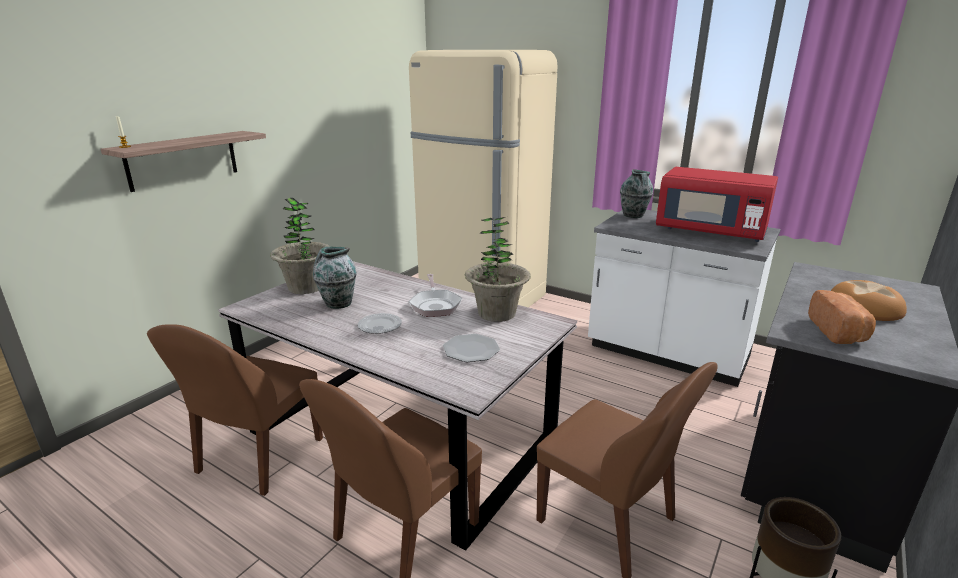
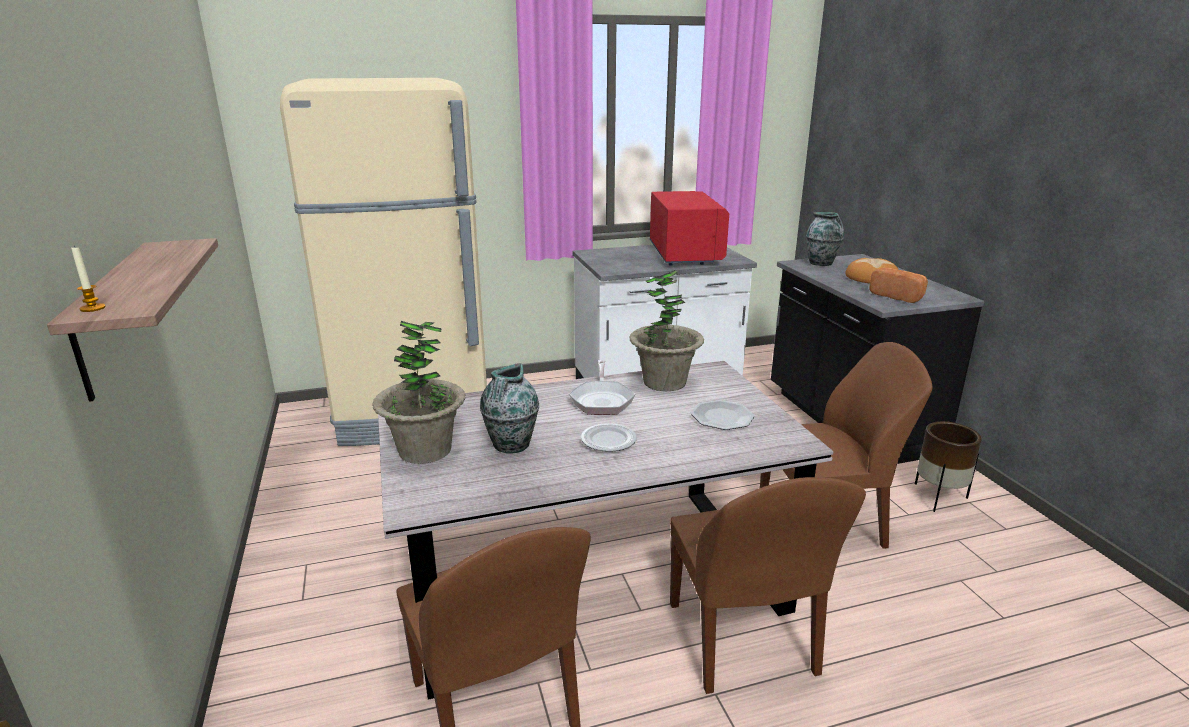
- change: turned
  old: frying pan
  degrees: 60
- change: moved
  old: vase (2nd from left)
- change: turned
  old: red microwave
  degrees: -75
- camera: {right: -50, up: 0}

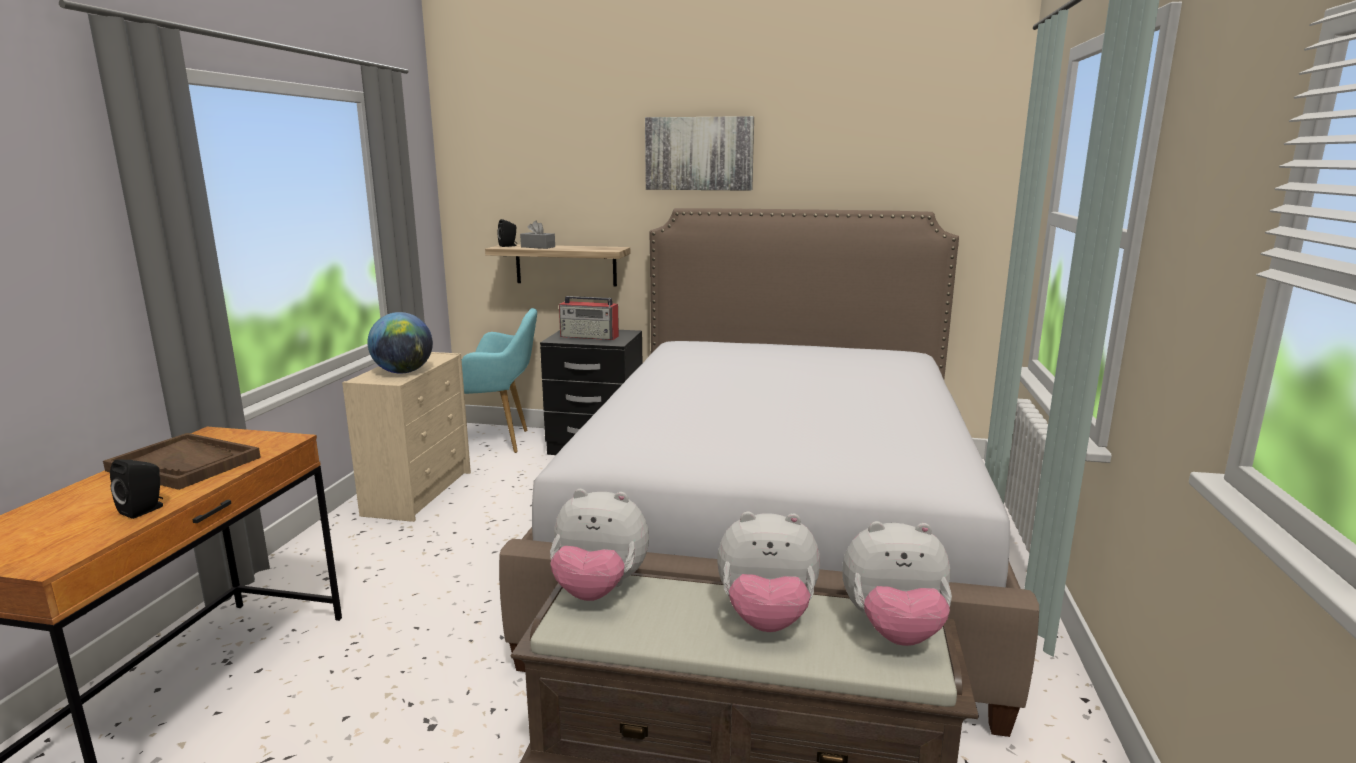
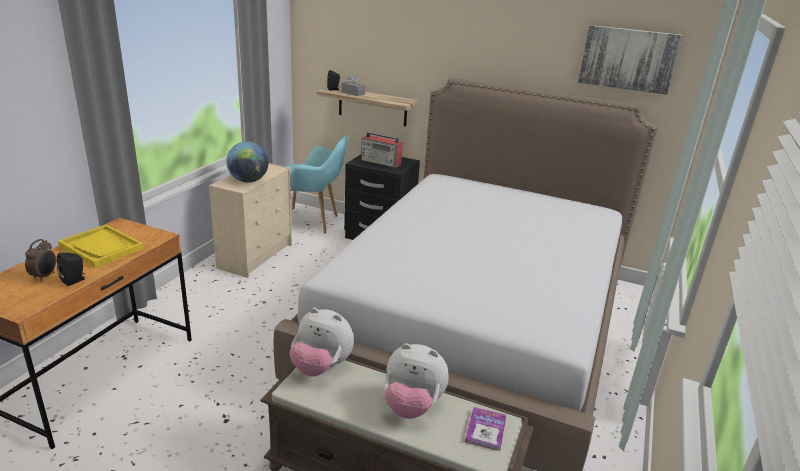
- change: recoloured
  old: brown tray
  new: yellow tray
- change: moved
  old: picture
- change: replaced
  old: plush toy (3rd from left)
  new: book
- change: added
  new: alarm clock
- camera: {right: 10, up: 10}

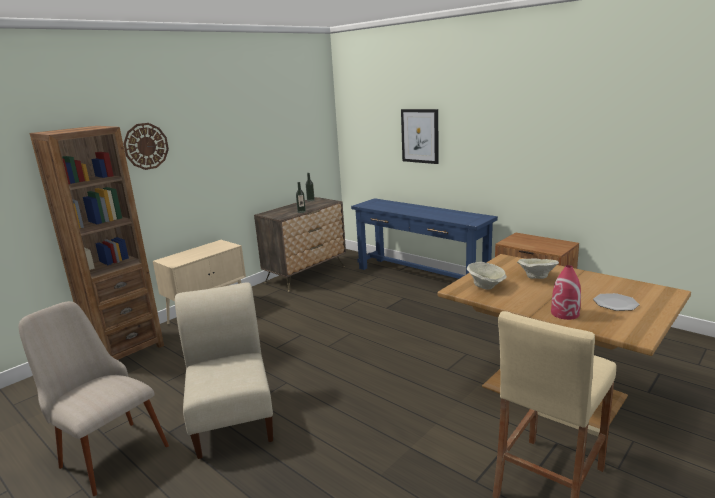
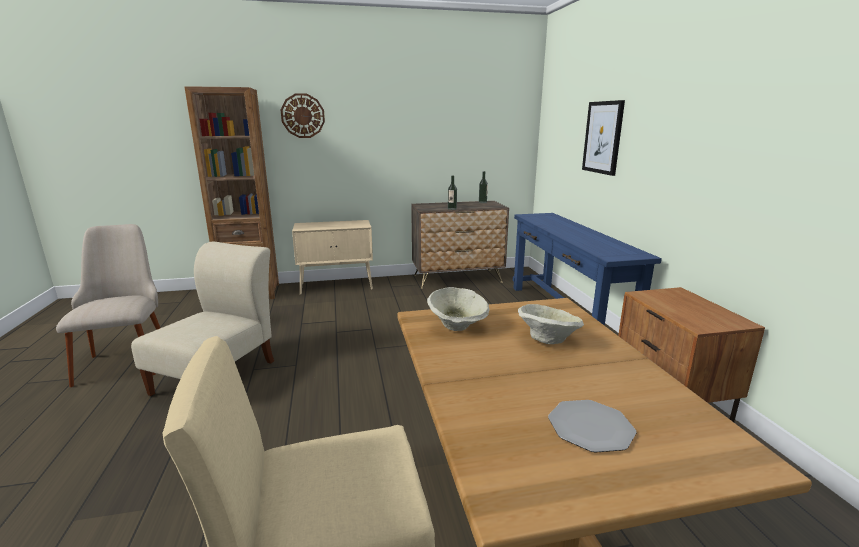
- change: removed
  old: red vase
- camera: {right: 35, up: 0}

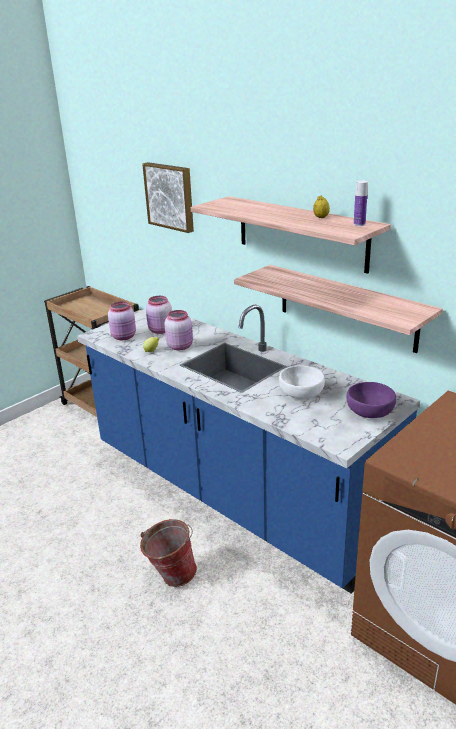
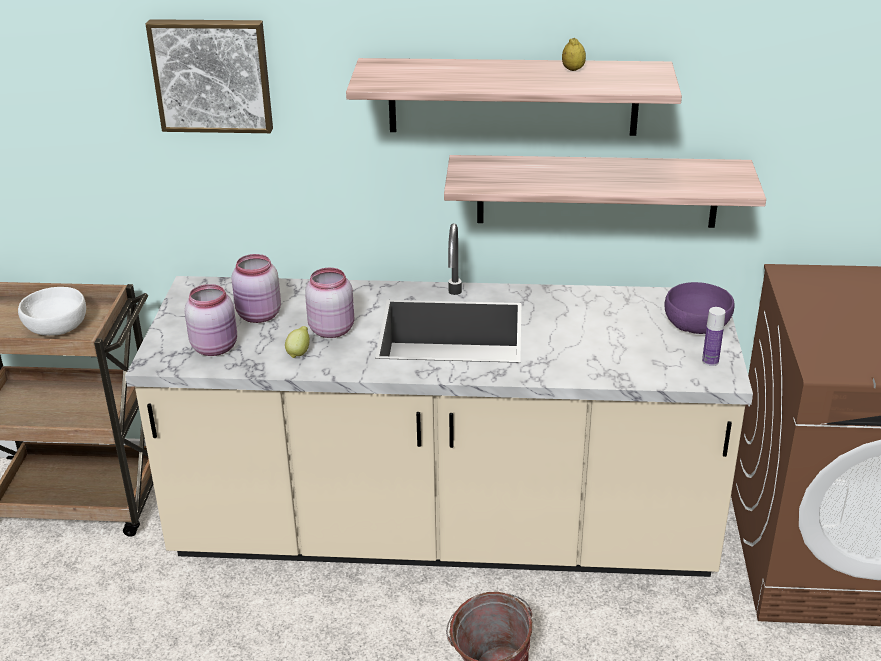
- change: recoloured
  old: blue counter
  new: beige counter
- change: moved
  old: white bowl
- change: moved
  old: bottle
- camera: {right: -40, up: 5}

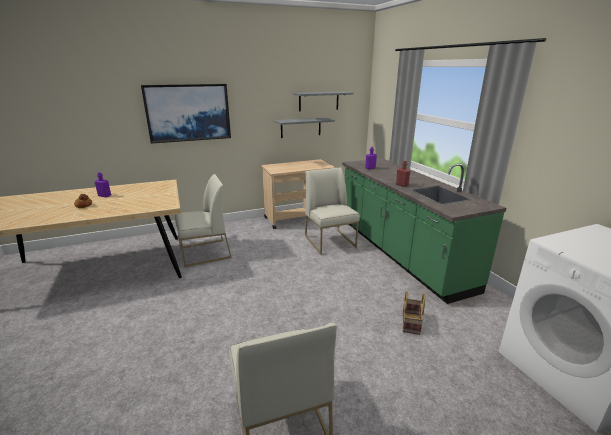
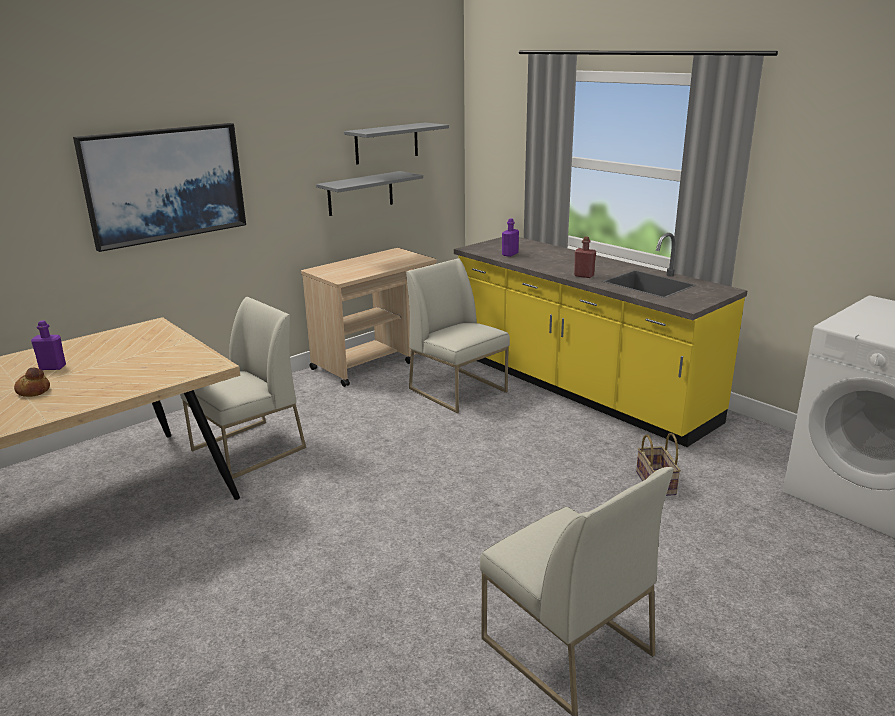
- change: recoloured
  old: green counter
  new: yellow counter
- camera: {right: -20, up: 0}

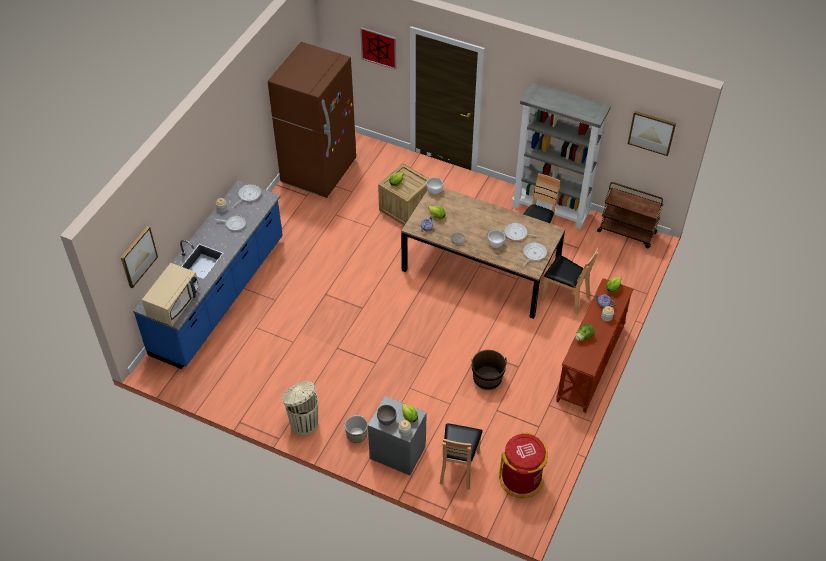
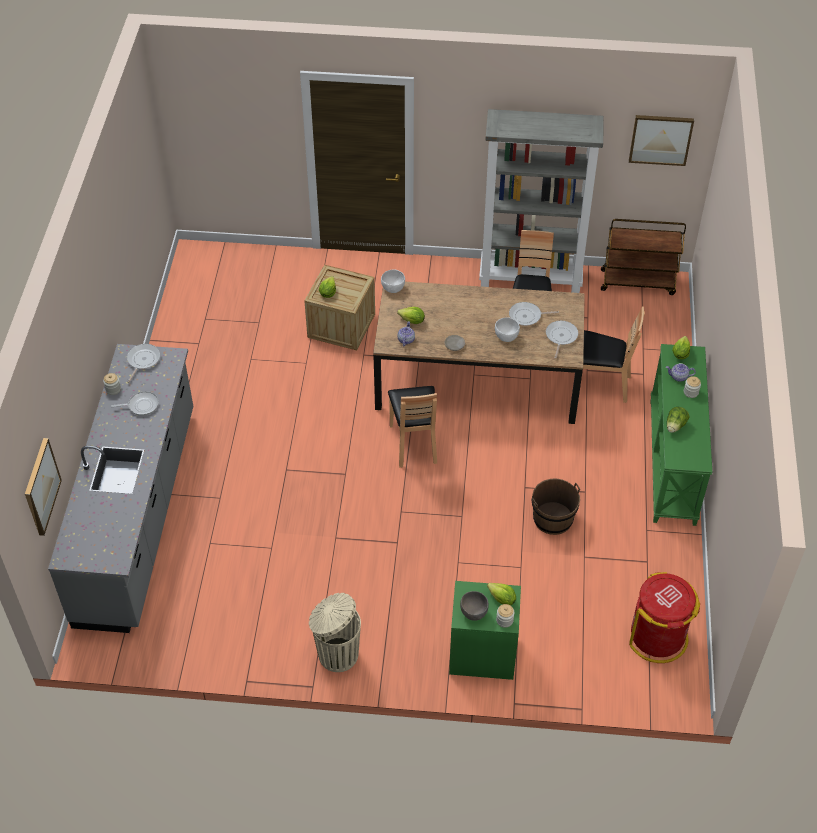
- change: recoloured
  old: blue counter
  new: grey counter
- change: removed
  old: beige microwave
- change: removed
  old: brown fridge
- change: removed
  old: planter
- change: removed
  old: picture (2nd from left)
- change: recoloured
  old: grey nightstand
  new: green nightstand
- change: moved
  old: brown chair (1st from left)
- change: recoloured
  old: brown console table
  new: green console table
- camera: {right: -20, up: 0}

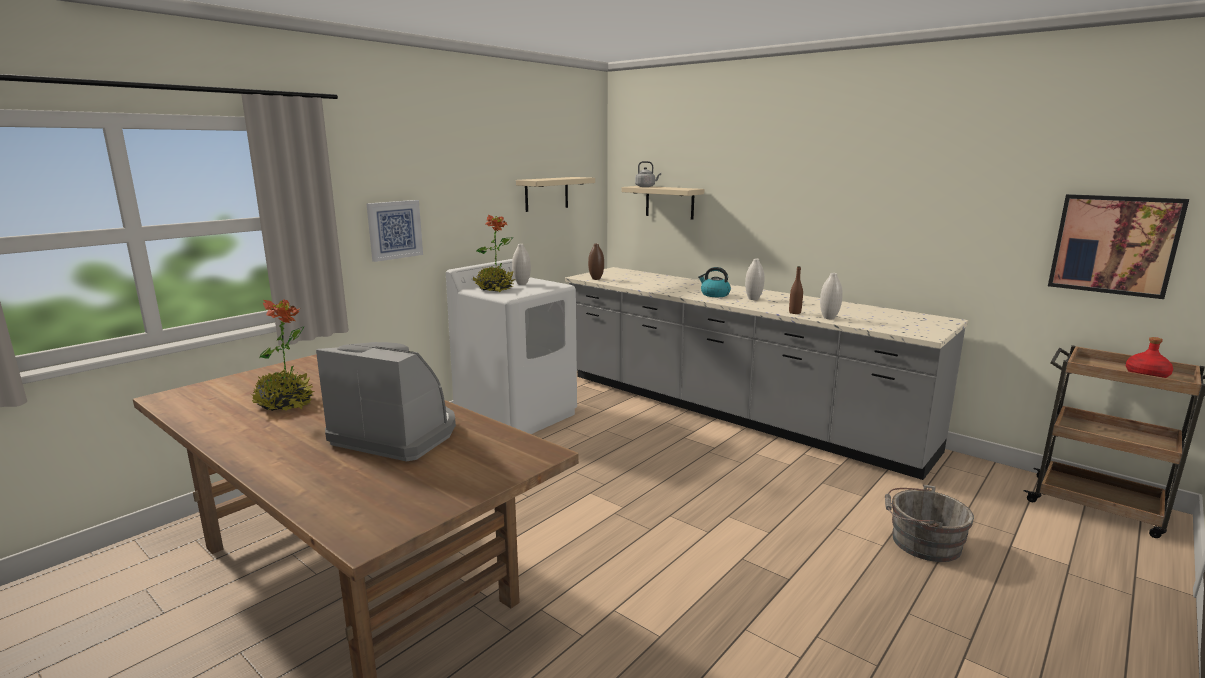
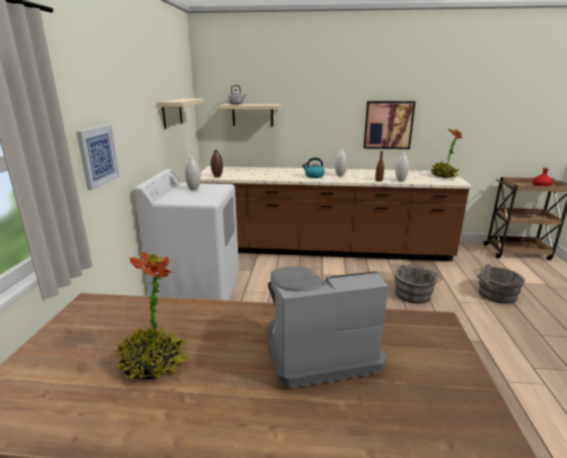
- change: moved
  old: potted plant (2nd from left)
- change: recoloured
  old: grey counter
  new: brown counter
- change: moved
  old: picture (2nd from left)
- change: added
  new: grey bucket (1st from left)
- camera: {right: -35, up: 5}

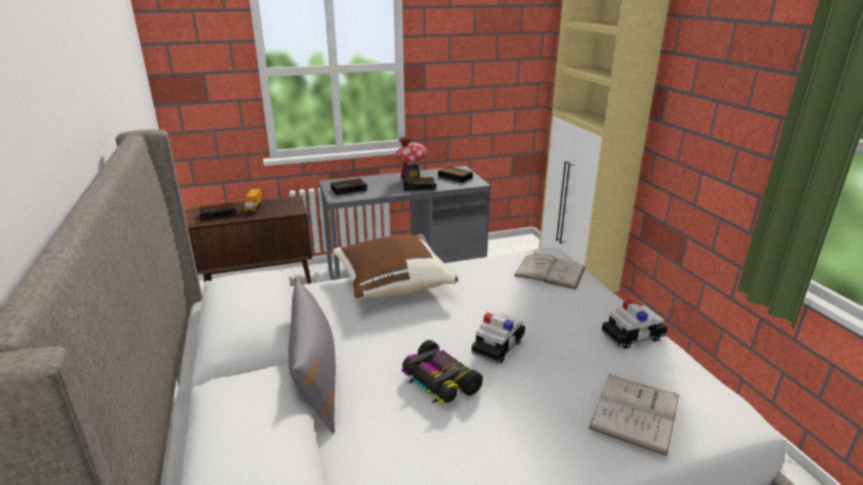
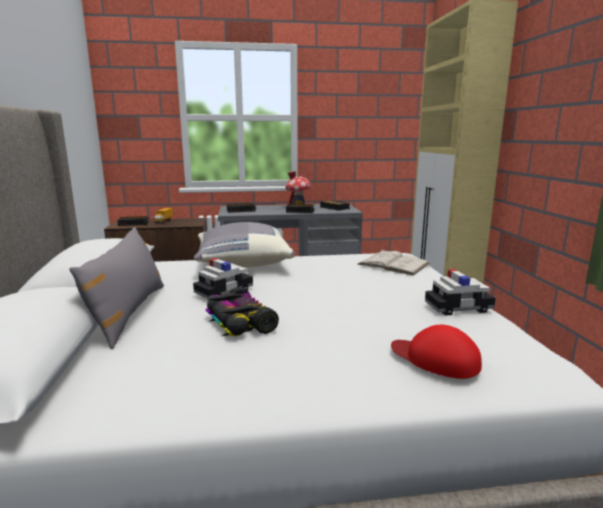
- change: recoloured
  old: brown pillow
  new: grey pillow (2nd from left)
- change: moved
  old: toy car (2nd from left in the first image)
  new: toy car (1st from left)
- change: replaced
  old: white book (2nd from left)
  new: red cap
- camera: {right: 10, up: -10}

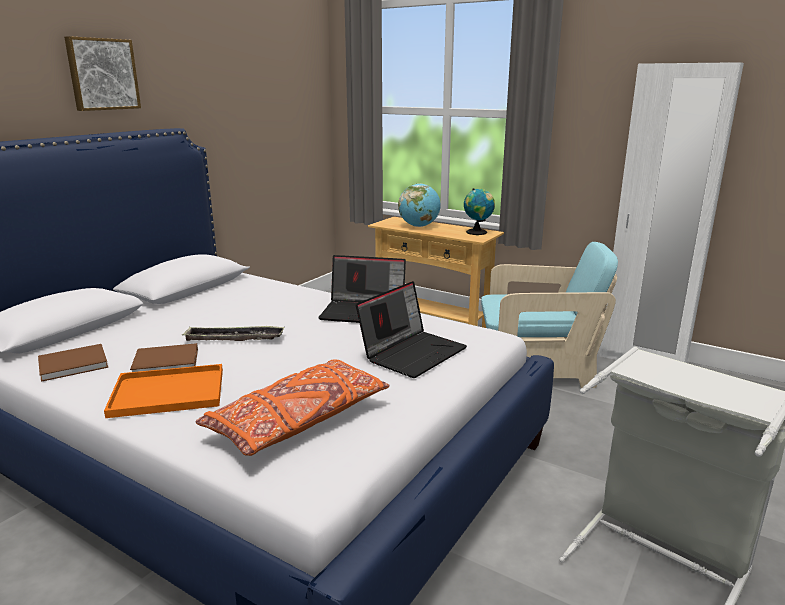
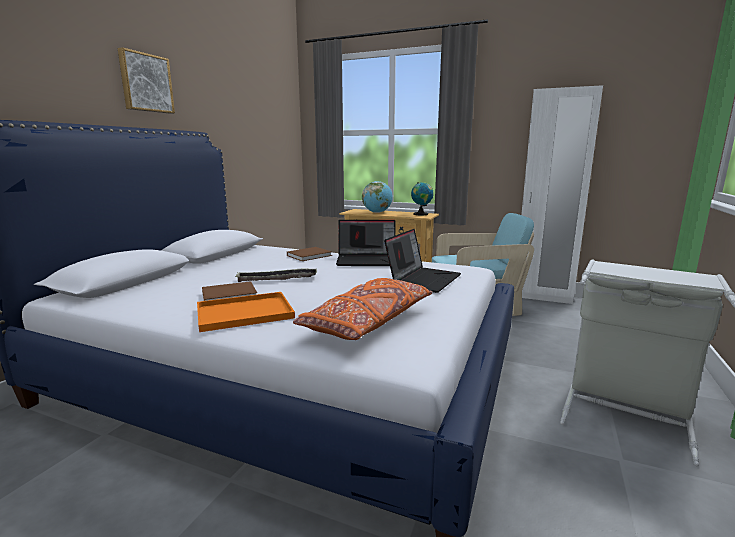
- change: moved
  old: brown book (1st from left in the first image)
  new: brown book (2nd from left)
- camera: {right: -10, up: -5}

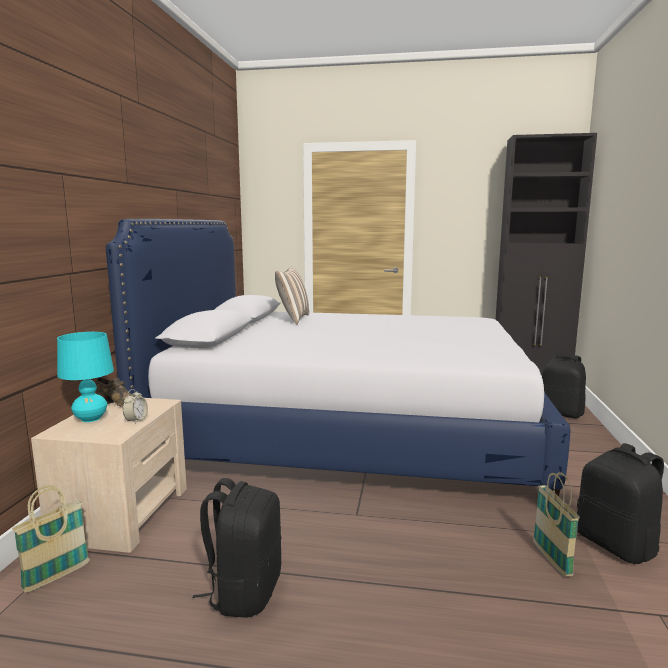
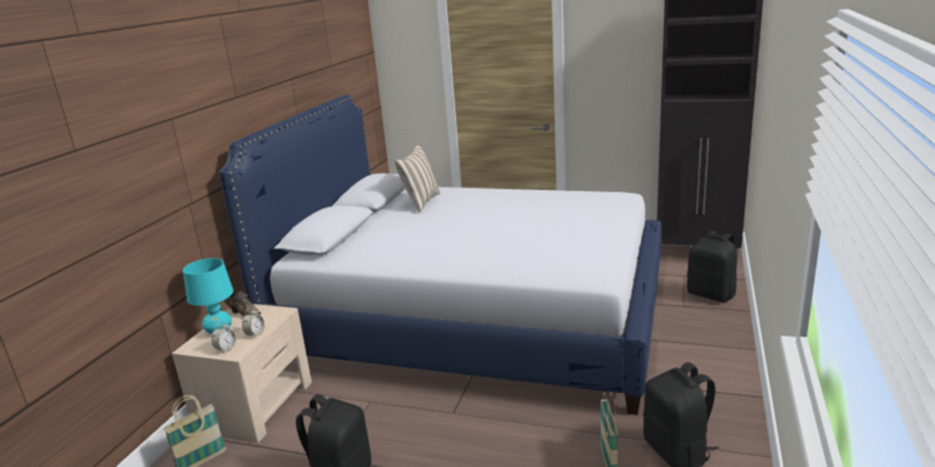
- change: added
  new: alarm clock (1st from left)
- camera: {right: 10, up: 10}

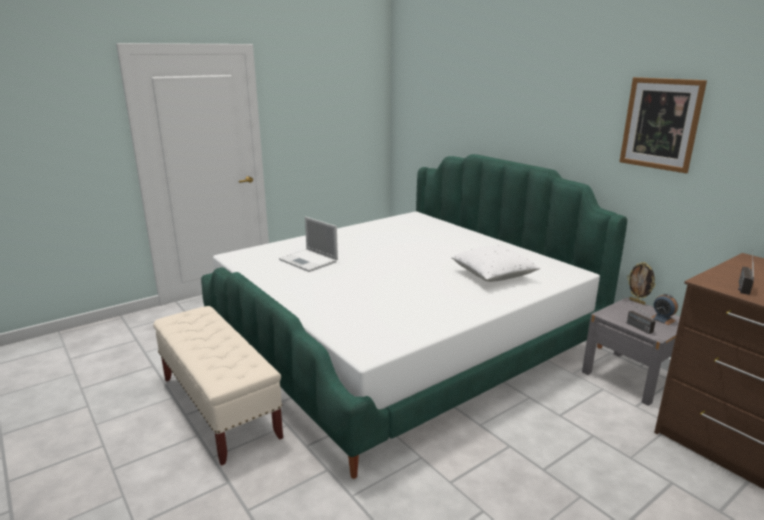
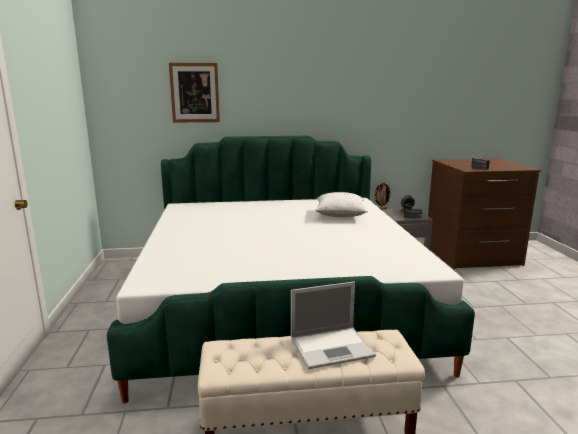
- change: moved
  old: laptop
- change: moved
  old: picture
- camera: {right: -60, up: -5}

